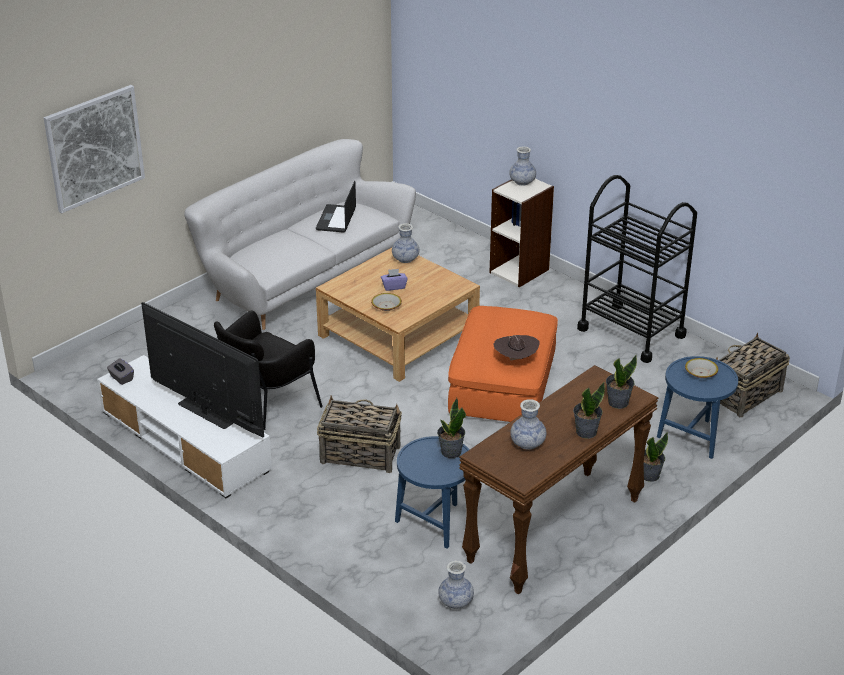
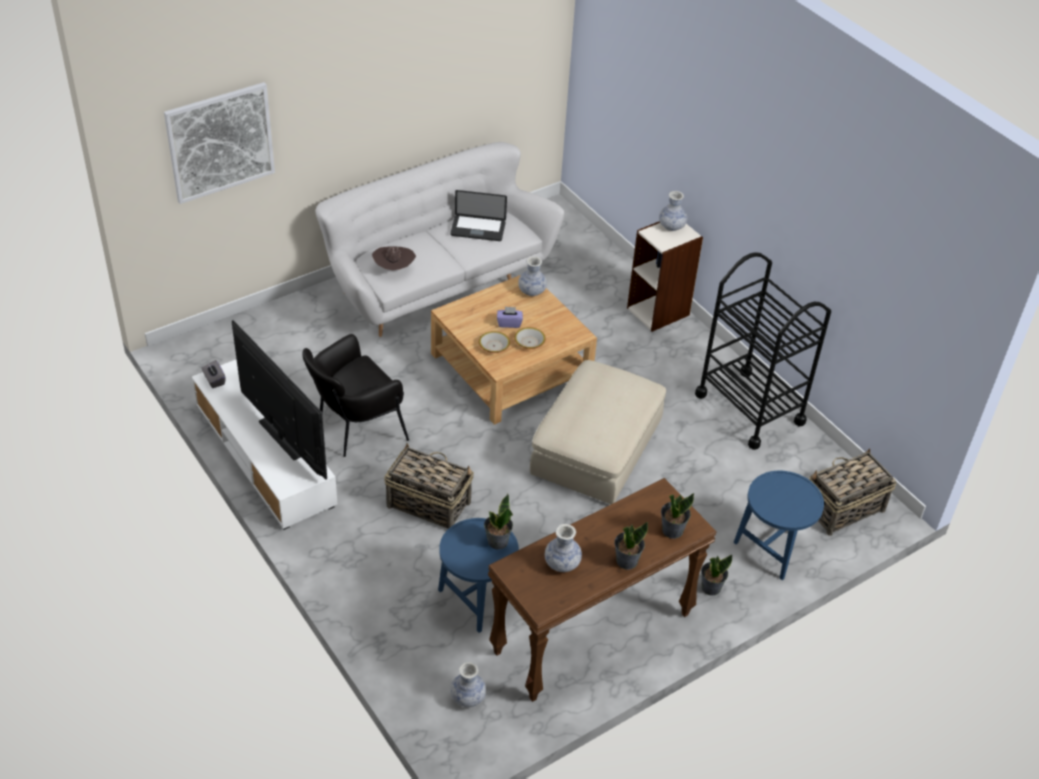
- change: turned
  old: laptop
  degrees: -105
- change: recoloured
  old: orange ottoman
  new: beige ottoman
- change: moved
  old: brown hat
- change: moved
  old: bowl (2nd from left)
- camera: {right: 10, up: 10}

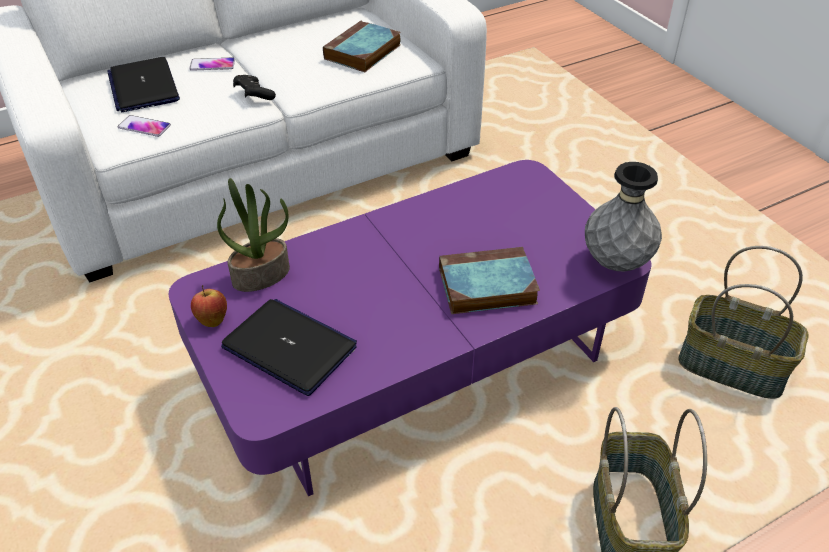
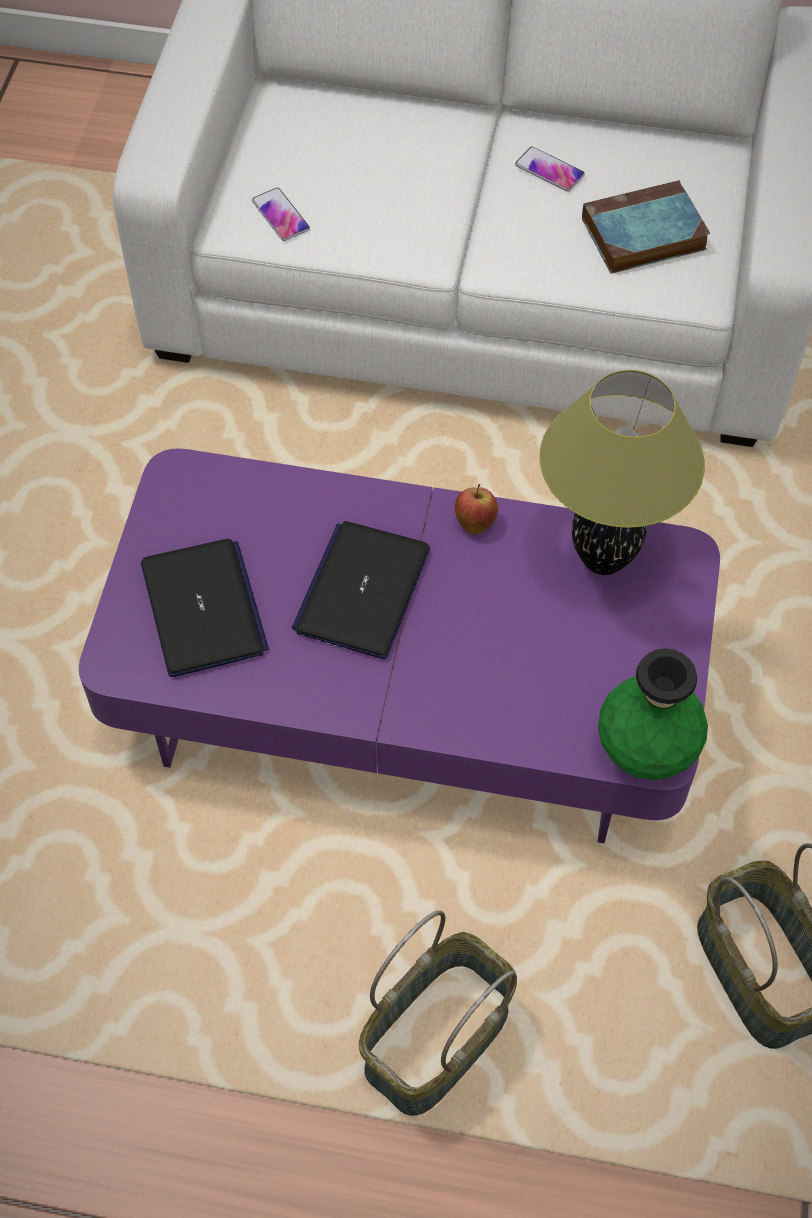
- change: moved
  old: laptop (1st from left in the first image)
  new: laptop (2nd from left)
- change: moved
  old: phone (2nd from left)
- change: moved
  old: apple
- change: removed
  old: potted plant
- change: removed
  old: black game controller
- change: removed
  old: book (2nd from left)
- change: recoloured
  old: grey vase
  new: green vase
- change: added
  new: table lamp
- camera: {right: 40, up: 15}

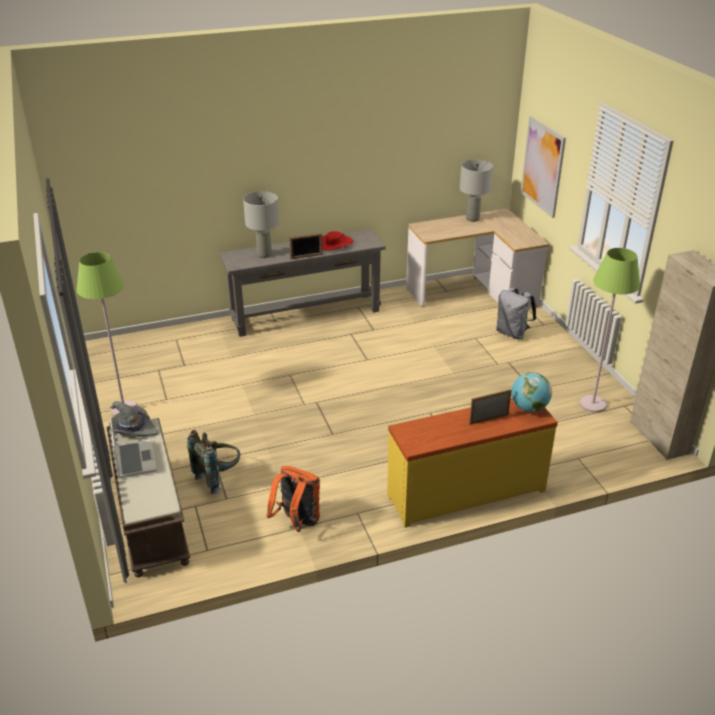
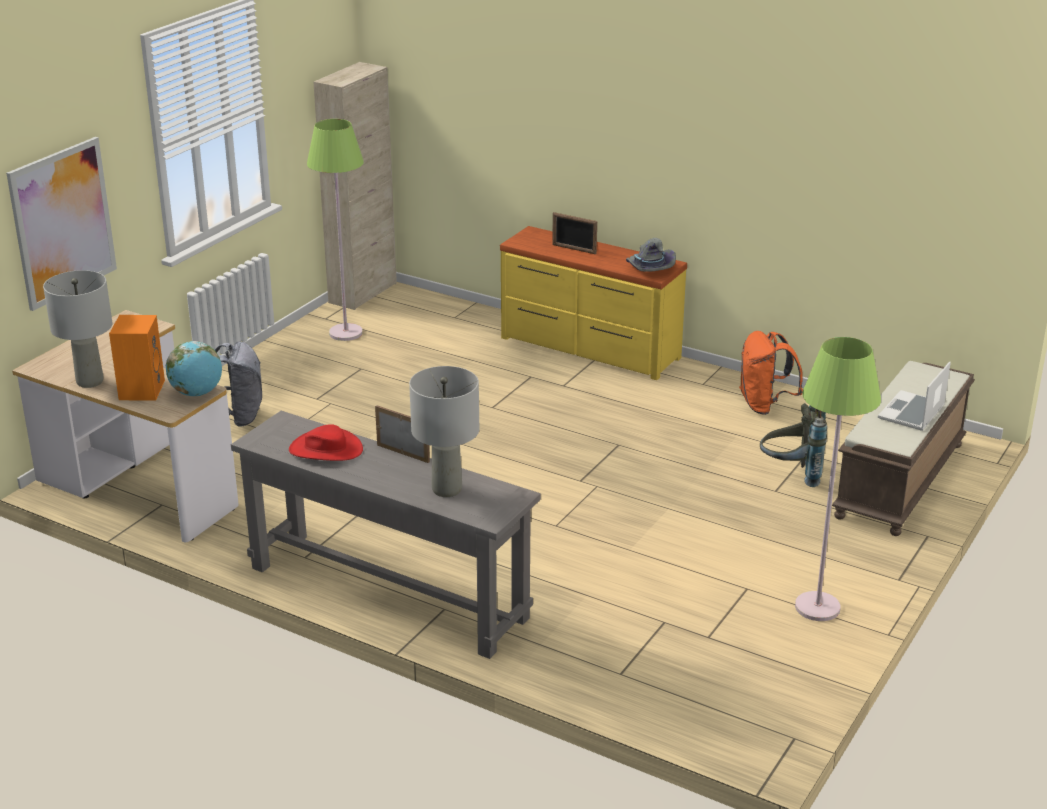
- change: moved
  old: grey hat
- change: moved
  old: globe
- change: added
  new: orange speaker
- camera: {right: -130, up: -5}

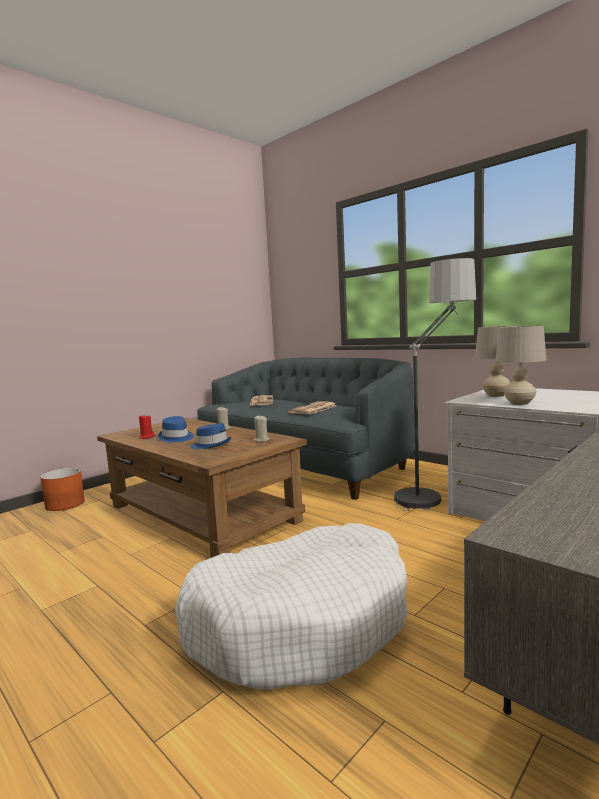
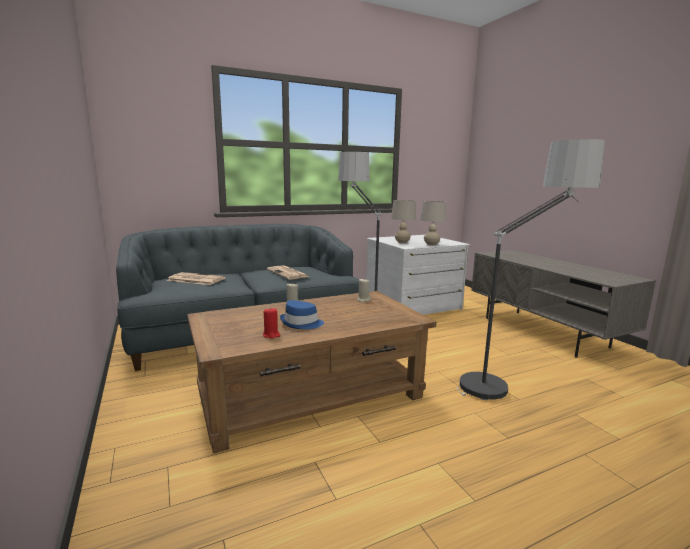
- change: removed
  old: orange planter
- change: replaced
  old: white dog bed
  new: floor lamp (2nd from left)
- change: removed
  old: blue hat (2nd from left)
- camera: {right: -70, up: 5}

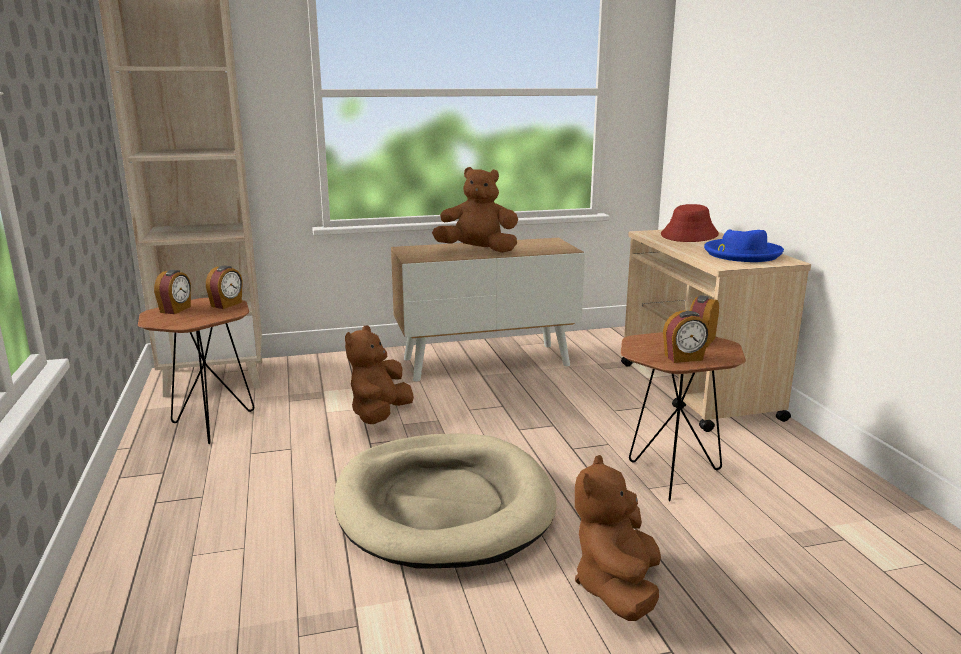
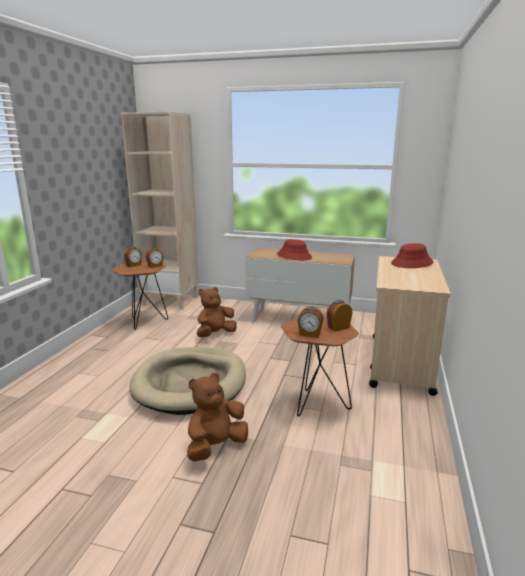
- change: replaced
  old: brown plush toy (2nd from left)
  new: red hat (1st from left)
- change: removed
  old: blue hat
- camera: {right: 30, up: 0}

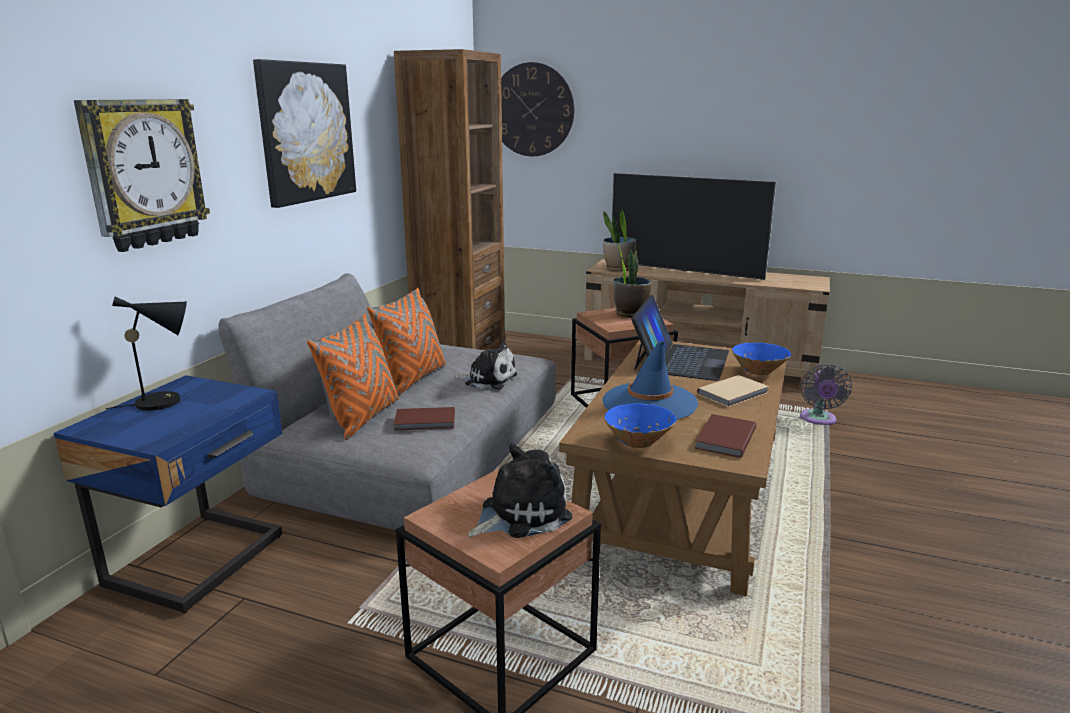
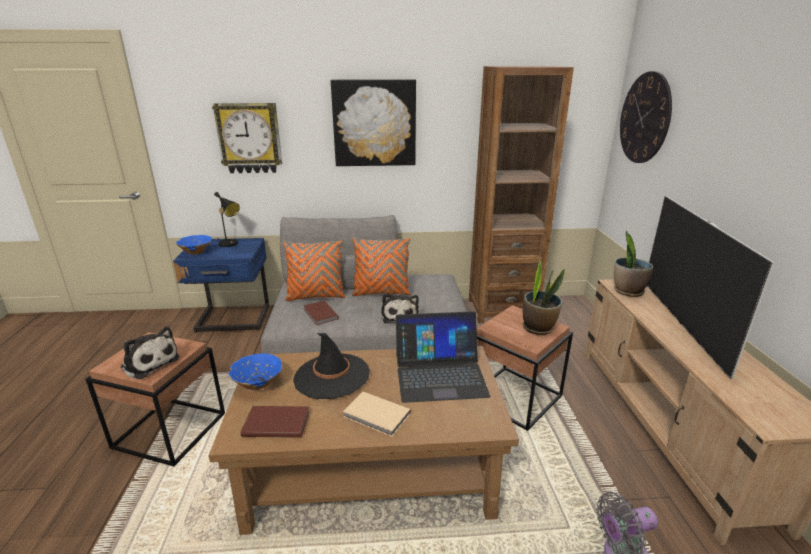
- change: recoloured
  old: blue hat
  new: black hat
- change: moved
  old: blue bowl (2nd from left in the first image)
  new: blue bowl (1st from left)
- camera: {right: 65, up: 5}

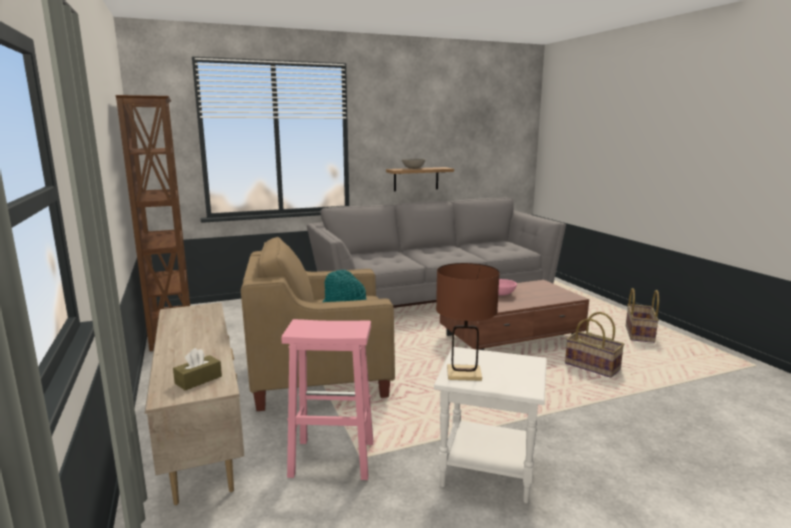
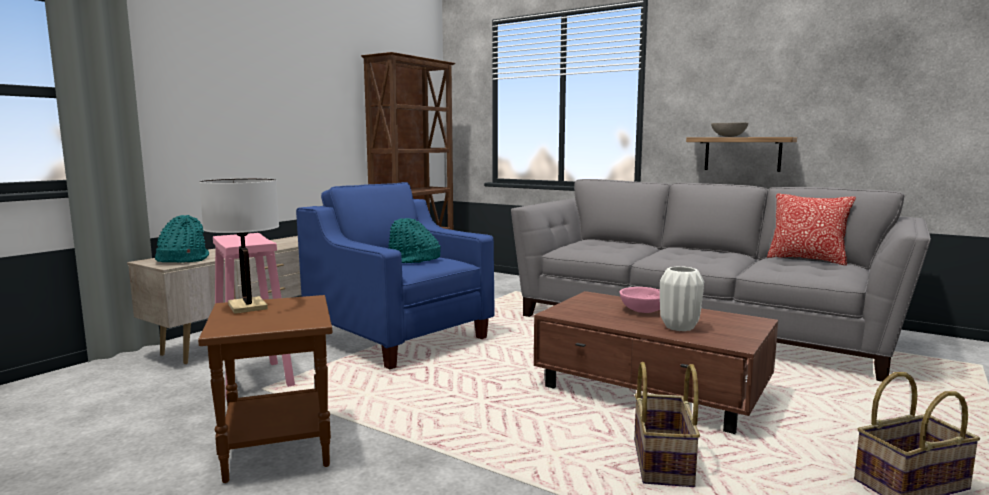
- change: replaced
  old: brown tissue box
  new: turquoise hat (1st from left)
- change: recoloured
  old: beige armchair
  new: blue armchair
- change: recoloured
  old: white side table
  new: brown side table
- change: recoloured
  old: brown table lamp
  new: white table lamp
- change: added
  new: white vase
- change: added
  new: pillow
- camera: {right: 55, up: -5}

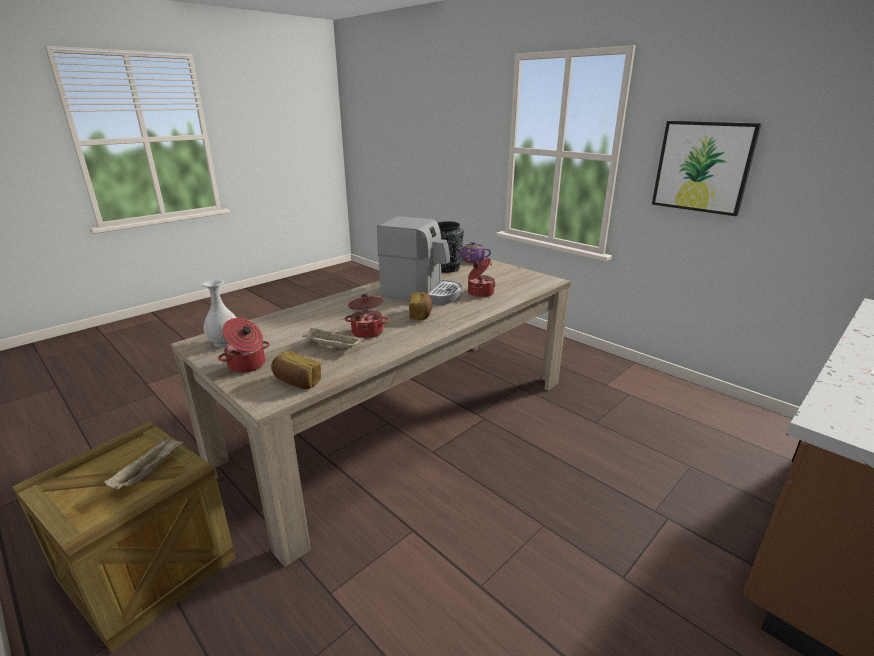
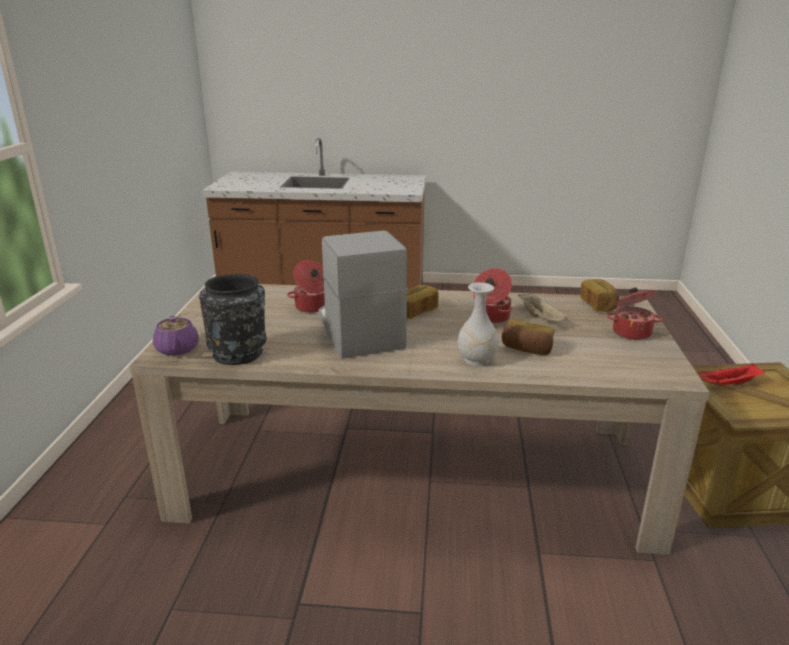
- change: recoloured
  old: beige tray (1st from left)
  new: red tray
- change: moved
  old: white vase
- change: removed
  old: picture
- change: added
  new: bread (2nd from left)
- camera: {right: -130, up: 0}

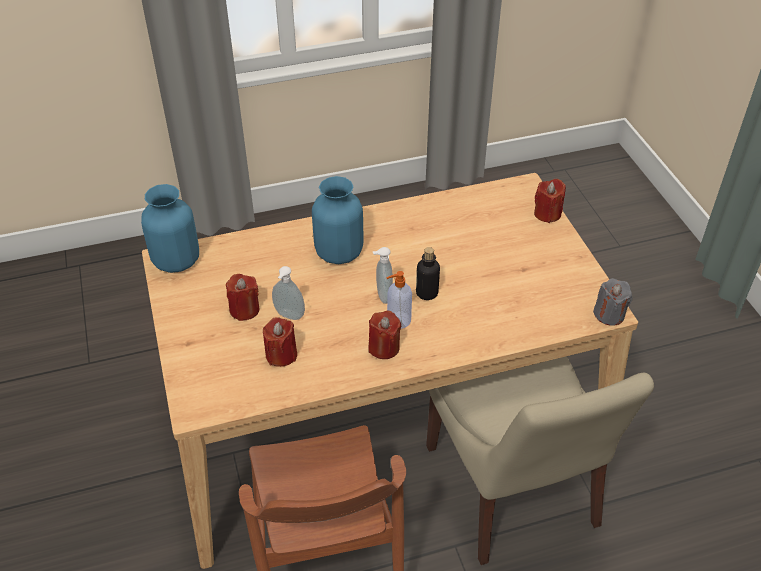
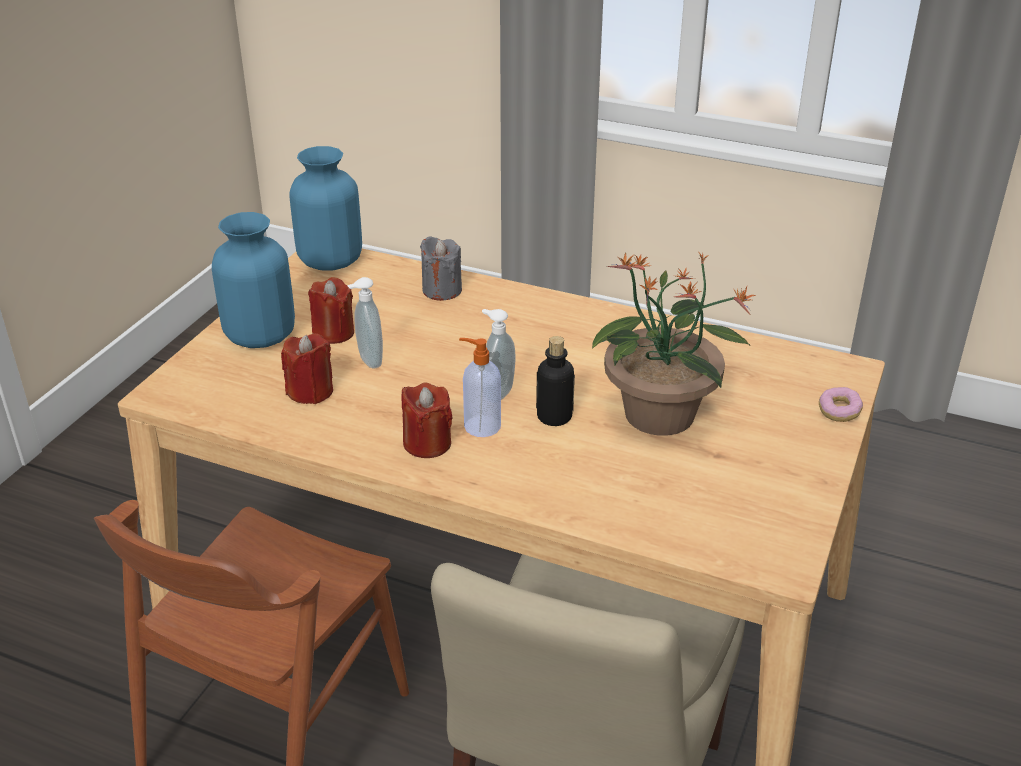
- change: moved
  old: blue vase (2nd from left in the first image)
  new: blue vase (1st from left)
- change: replaced
  old: red candle (4th from left)
  new: donut
- change: moved
  old: grey candle
- change: added
  new: potted plant
- camera: {right: 40, up: -10}

